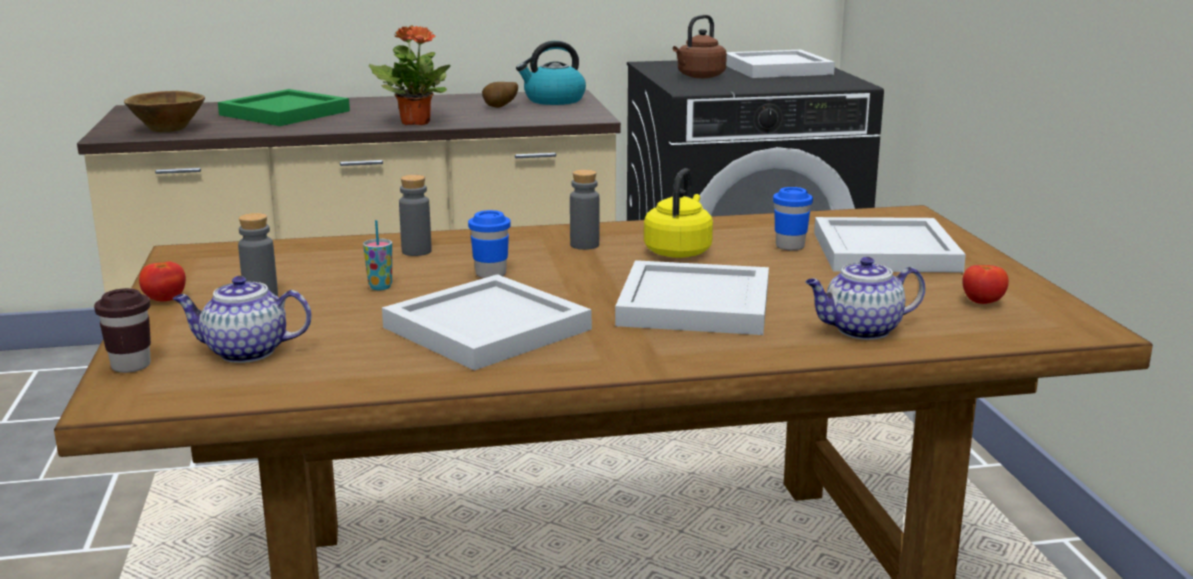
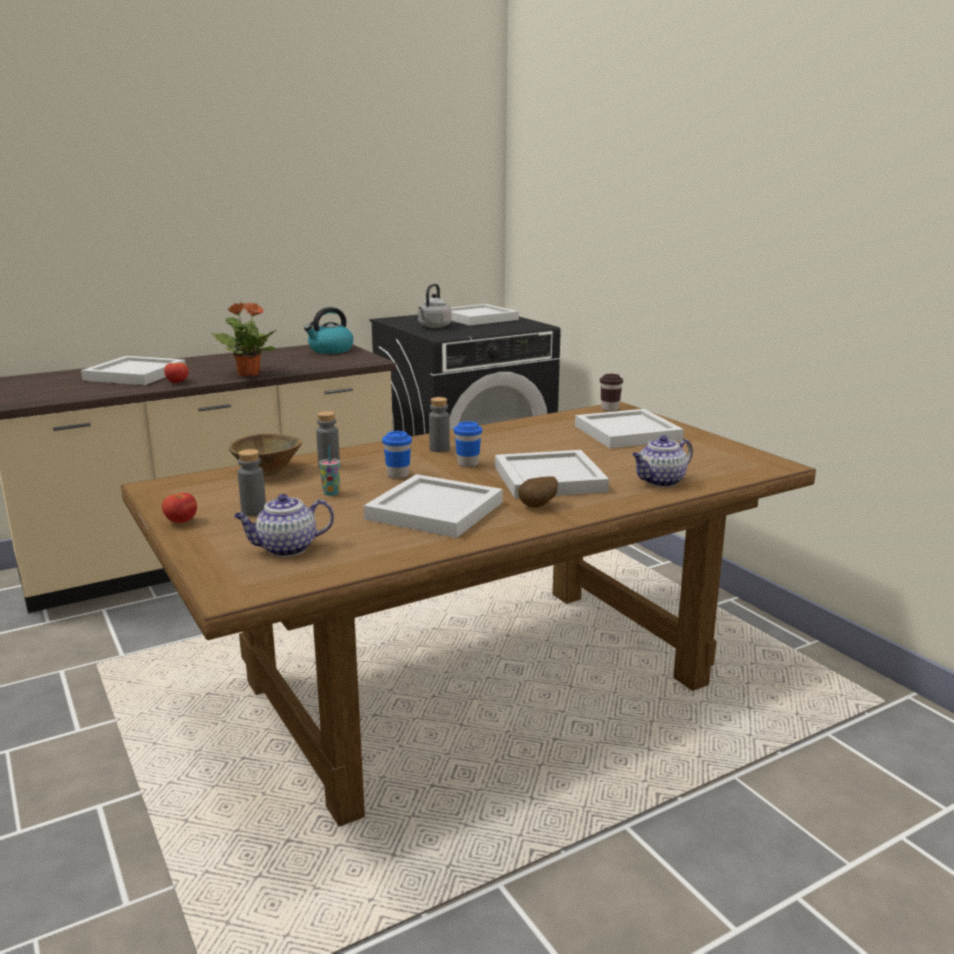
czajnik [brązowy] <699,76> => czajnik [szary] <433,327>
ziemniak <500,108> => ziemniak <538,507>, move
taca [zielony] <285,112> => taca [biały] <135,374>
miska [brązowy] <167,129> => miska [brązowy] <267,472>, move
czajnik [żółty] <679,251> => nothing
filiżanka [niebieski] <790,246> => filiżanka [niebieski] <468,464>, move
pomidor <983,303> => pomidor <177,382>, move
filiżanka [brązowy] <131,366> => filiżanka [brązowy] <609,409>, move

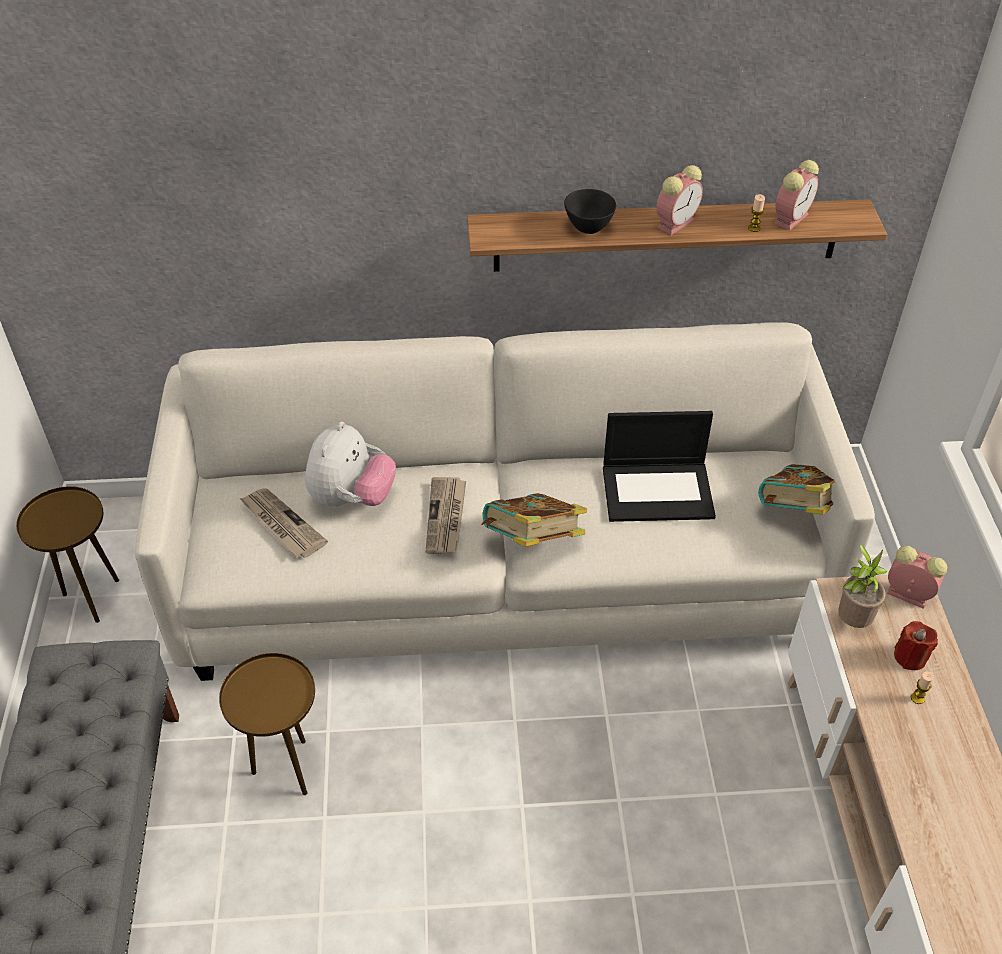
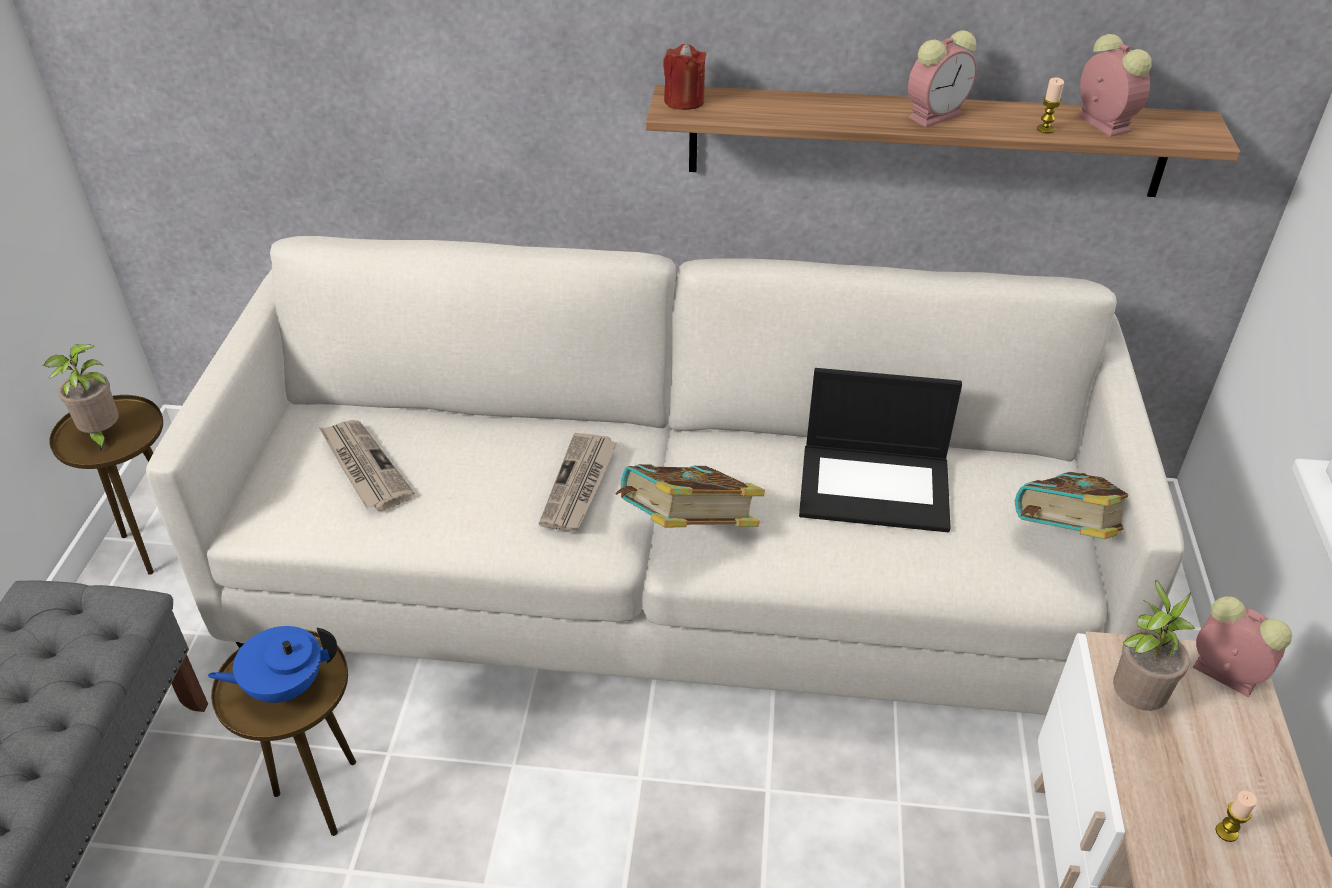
budzik <791,218> => budzik <1101,122>, 75 degrees counterclockwise
miska [czarny] <589,228> => nothing
pluszak <352,498> => nothing
świeca [czerwony] <910,657> => świeca [czerwony] <684,101>, move
nothing => roślina doniczkowa <102,435>
nothing => imbryk [niebieski] <284,686>

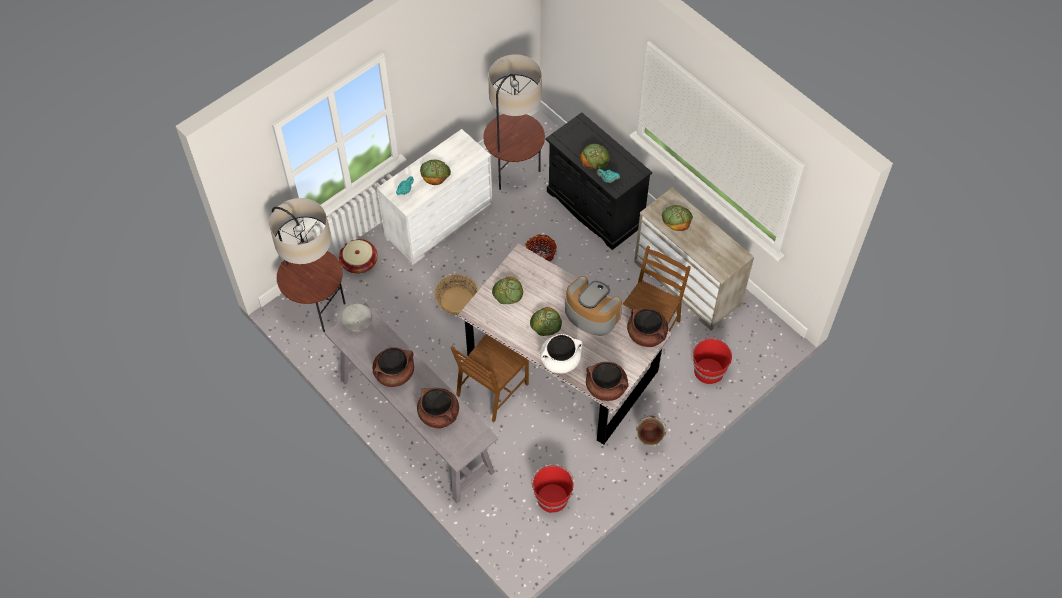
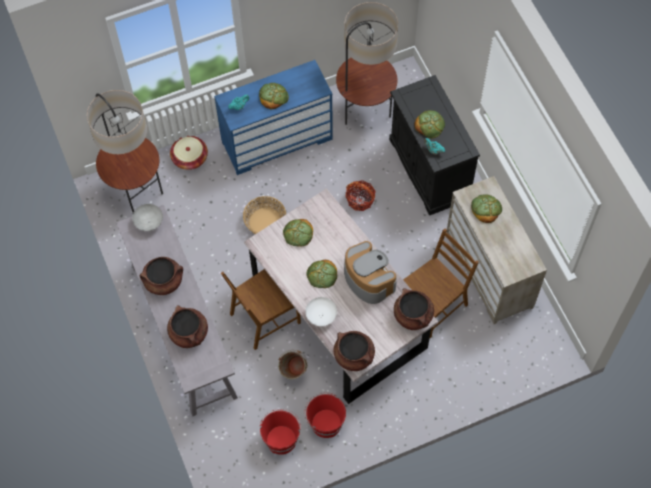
komoda [biały] <439,222> => komoda [niebieski] <277,140>
garnek [biały] <560,360> => miska [biały] <321,316>
wiadro [czerwony] <708,371> => wiadro [czerwony] <325,423>, move
wiadro [zielony] <648,441> => wiadro [zielony] <294,373>, move

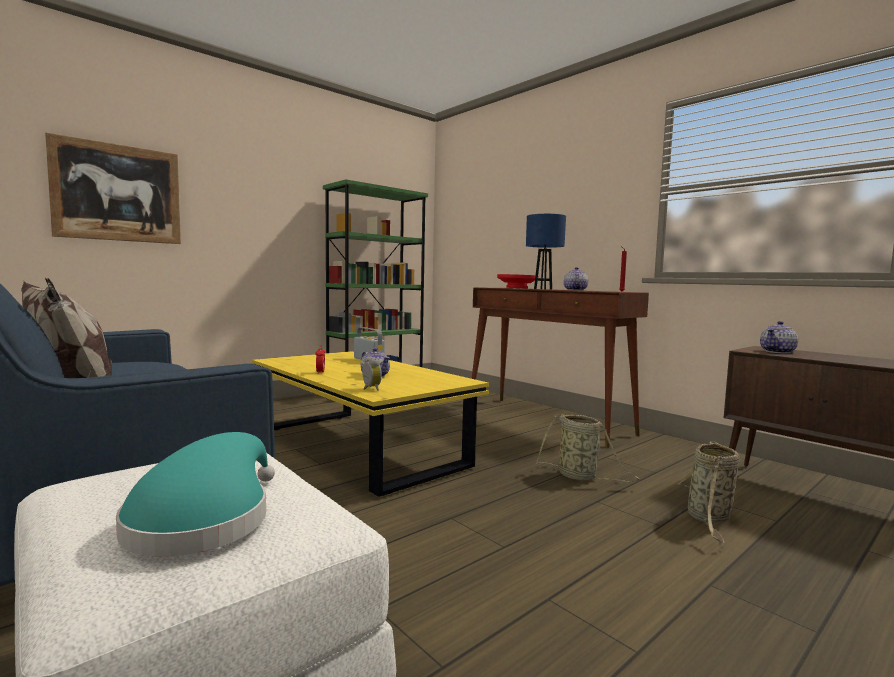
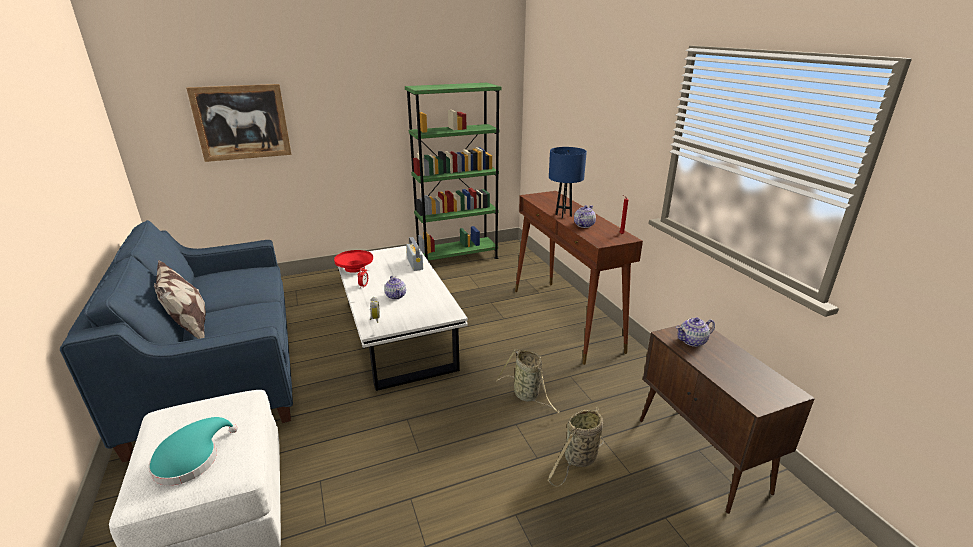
miska [czerwony] <517,288> => miska [czerwony] <355,268>, move
ława [żółty] <358,447> => ława [biały] <398,333>

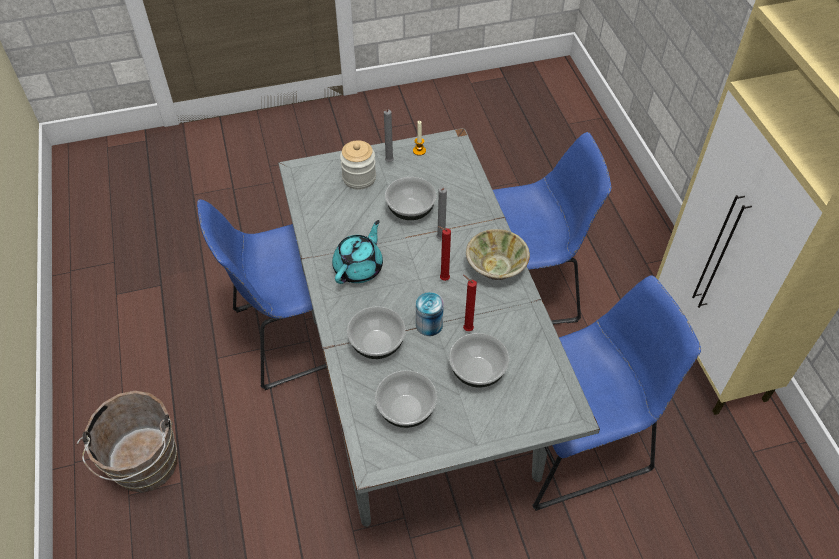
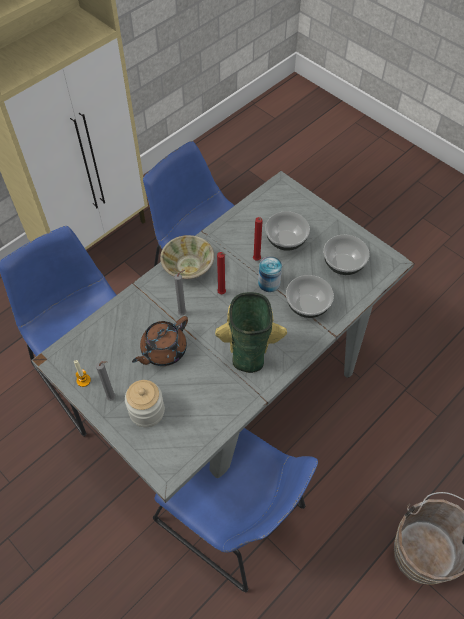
miska <410,209> => imbryk [brązowy] <163,350>
imbryk [turkusowy] <359,267> => wazon <248,354>

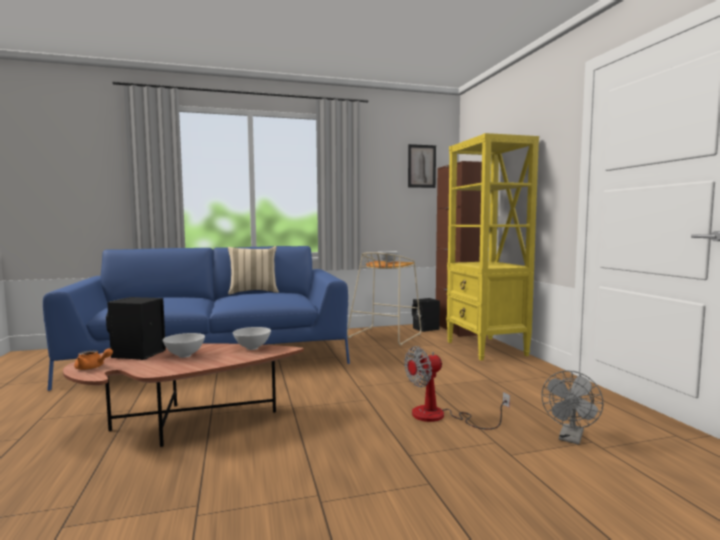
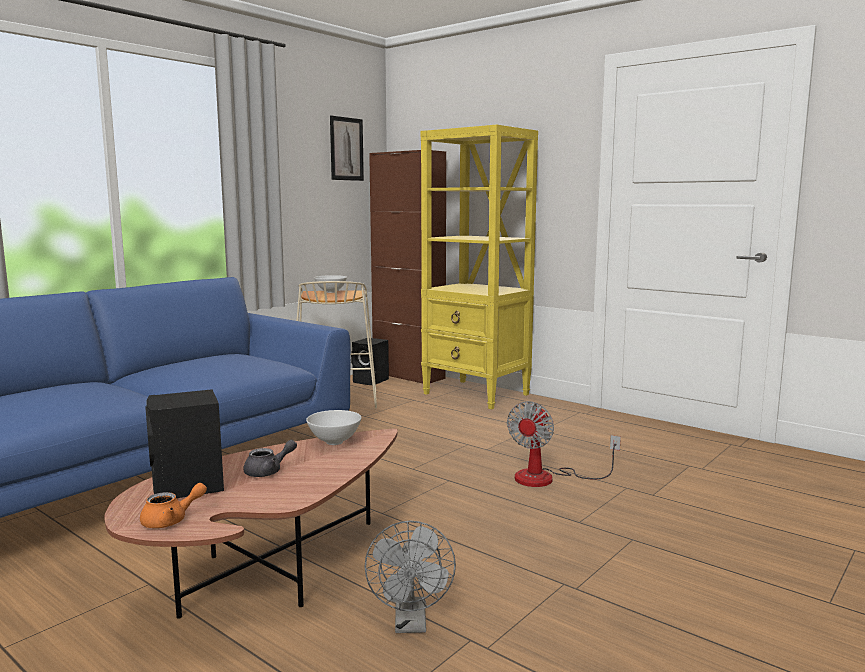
poduszka [beżowy] <253,292> => nothing
miska [biały] <185,355> => imbryk [szary] <268,471>
wentylator [szary] <571,438> => wentylator [szary] <411,624>, move

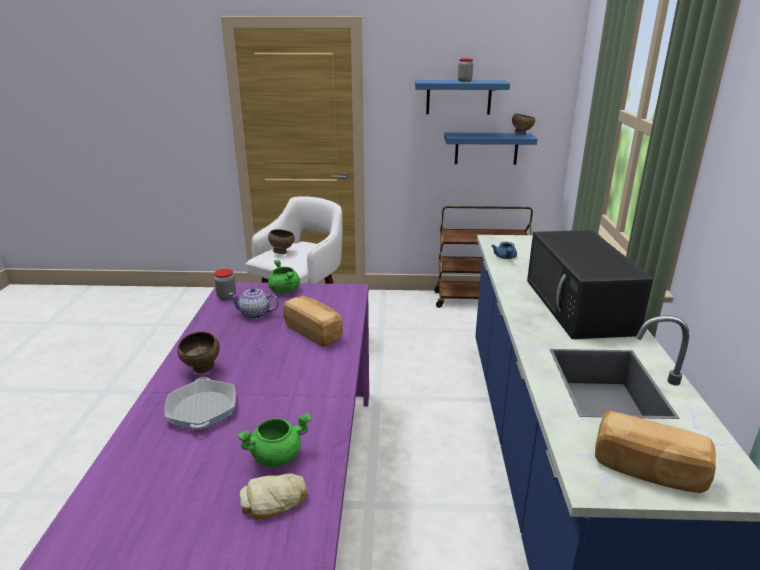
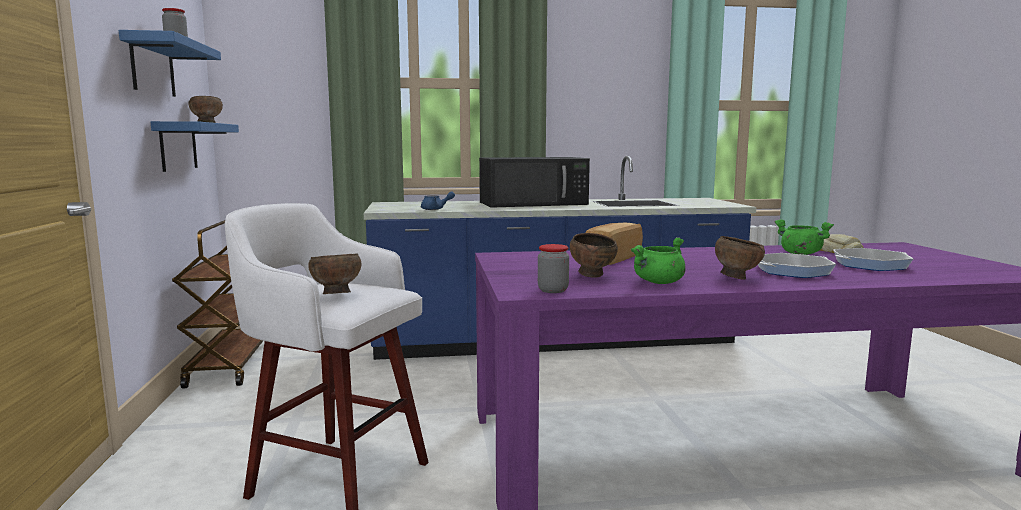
garnek [zielony] <284,290> => garnek [zielony] <658,282>, move
imbryk <255,314> => miska [brązowy] <593,276>
chleb <648,470> => nothing
nothing => patelnia <870,265>

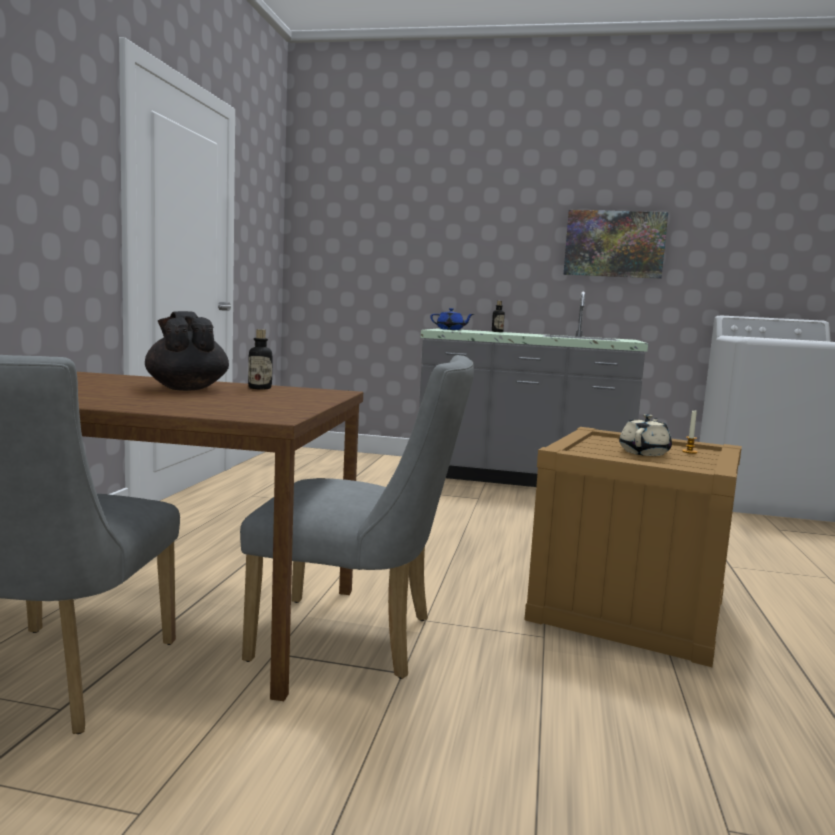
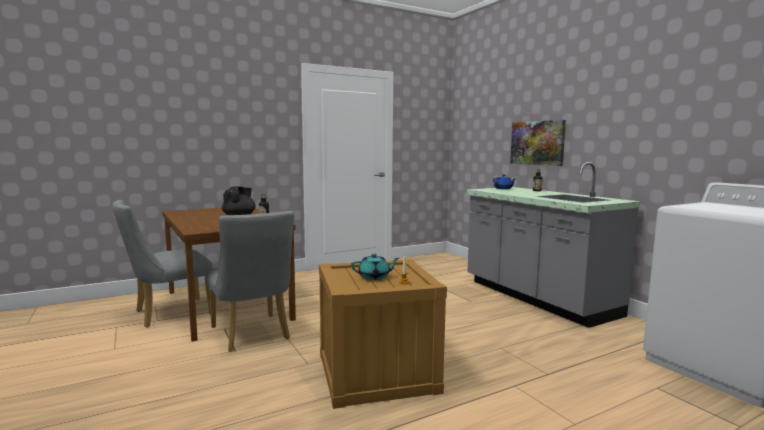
obraz <614,244> => obraz <537,143>, move
imbryk [beżowy] <644,453> => imbryk [turkusowy] <374,277>

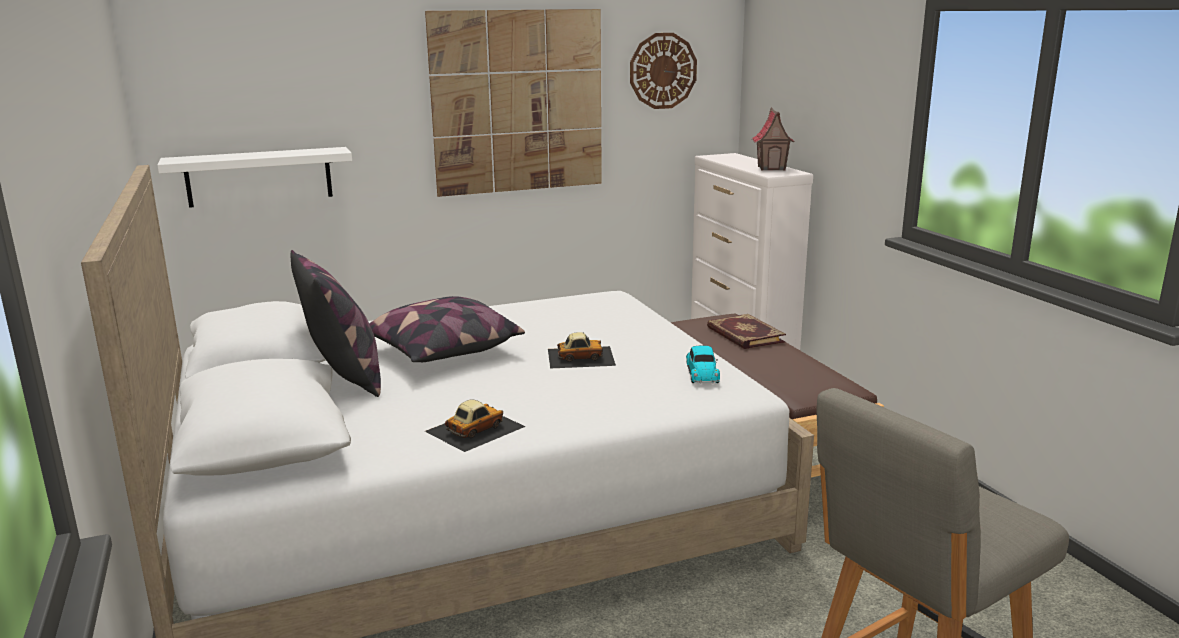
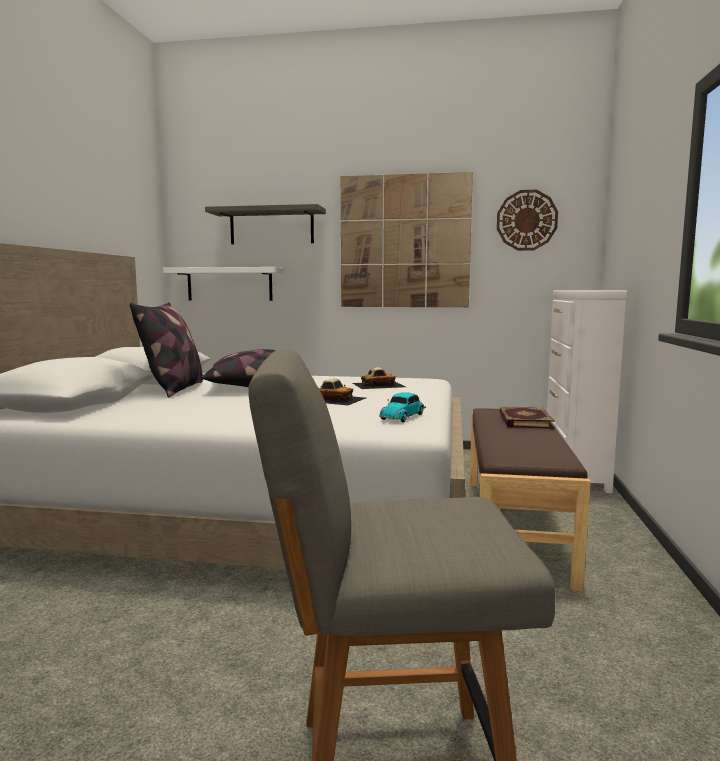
domek <772,168> => nothing
samochodzik <474,428> => samochodzik <378,385>, move
nothing => półka <271,227>

